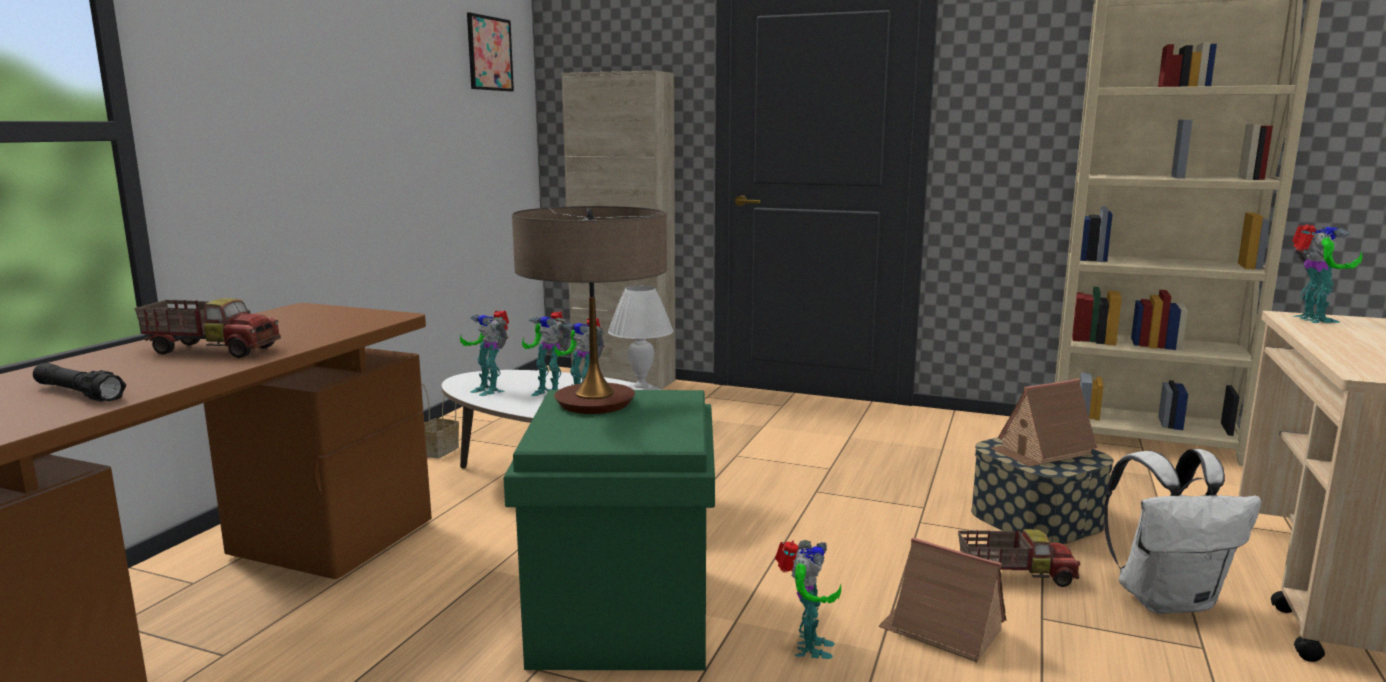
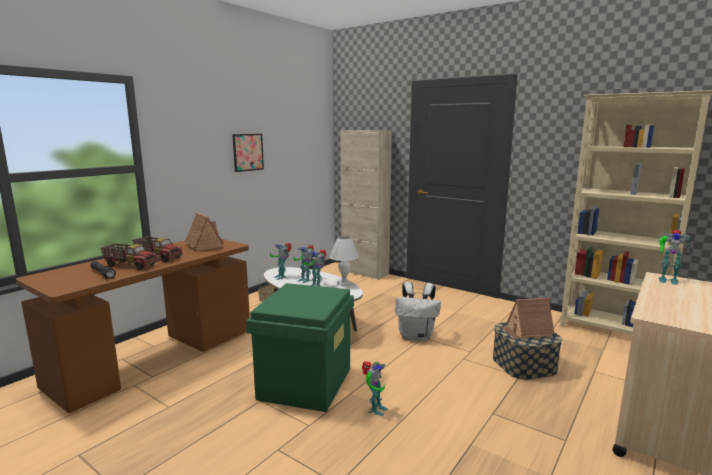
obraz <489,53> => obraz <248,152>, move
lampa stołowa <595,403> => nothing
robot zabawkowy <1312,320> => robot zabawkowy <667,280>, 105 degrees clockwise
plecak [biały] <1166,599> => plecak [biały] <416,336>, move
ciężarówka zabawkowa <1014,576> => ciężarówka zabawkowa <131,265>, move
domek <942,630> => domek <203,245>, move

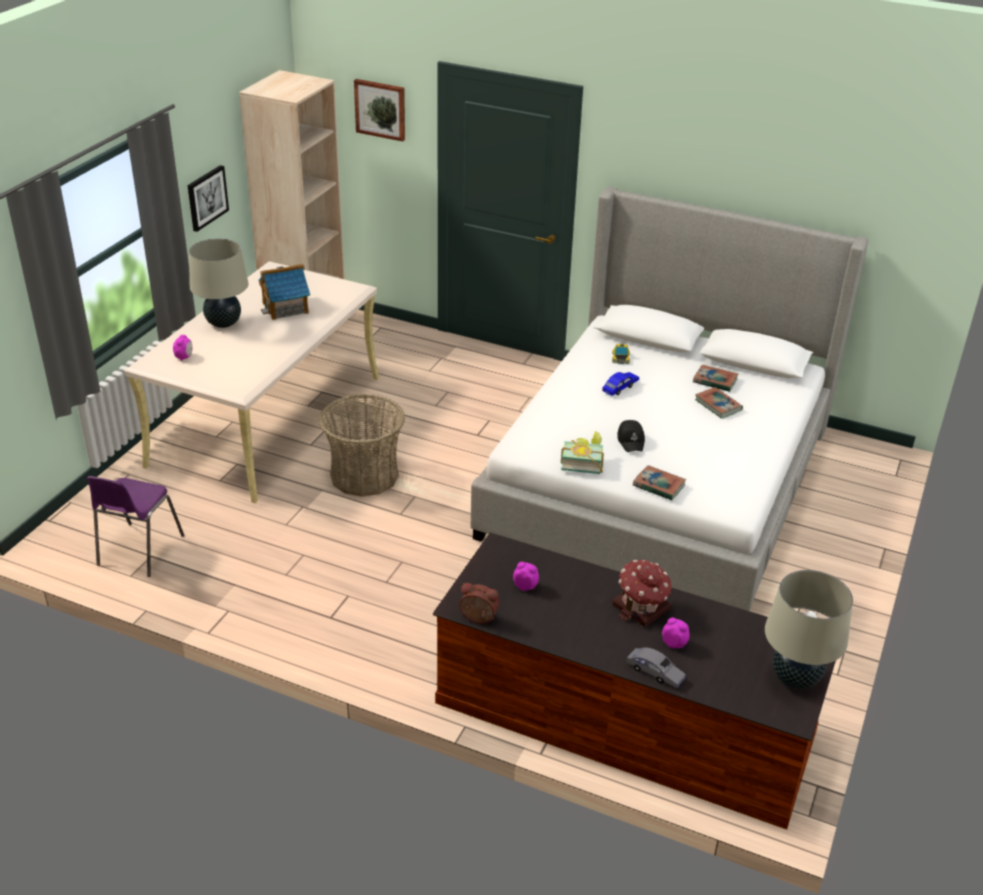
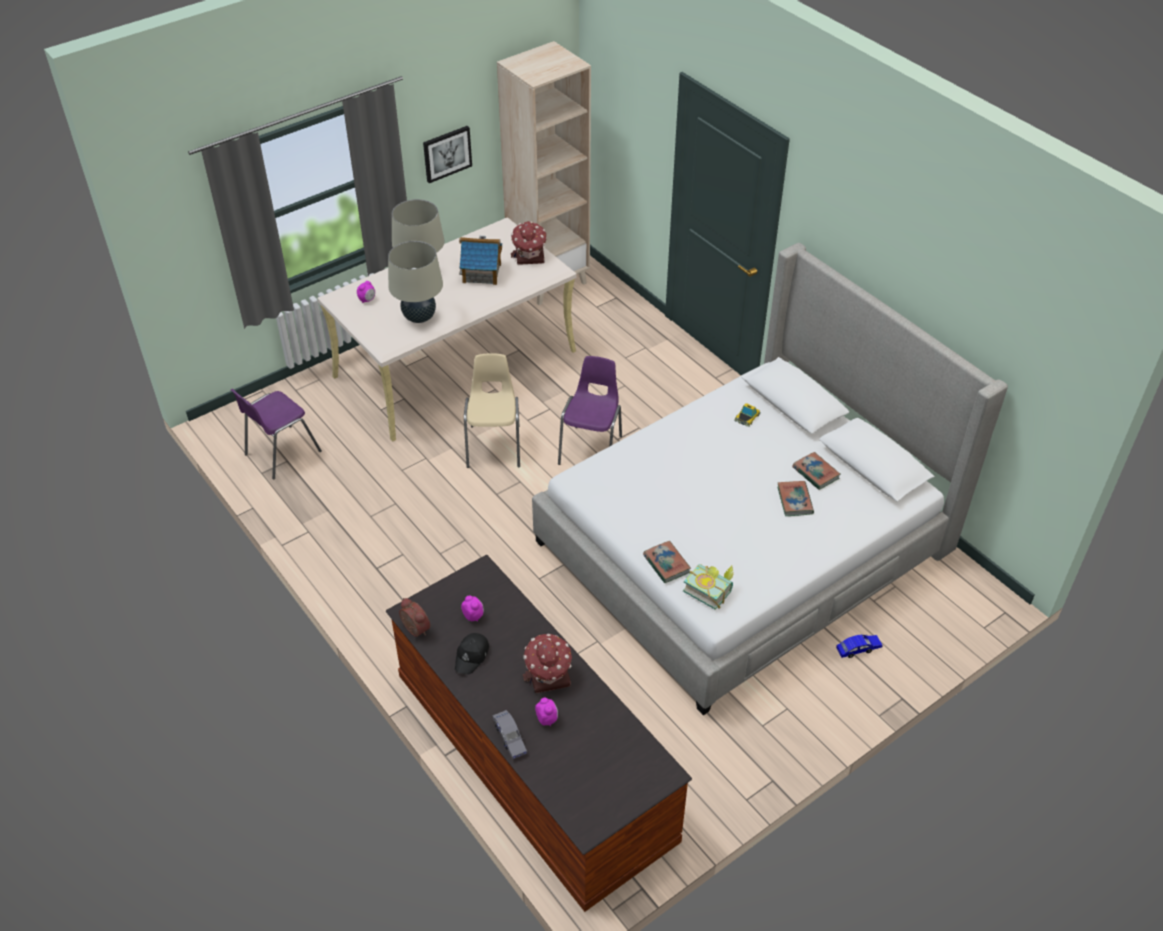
obraz <380,109> => nothing
samochodzik [niebieski] <620,387> => samochodzik [niebieski] <858,649>, move
koszyk <364,475> => krzesło [beżowy] <494,446>
czapka z daszkiem [czarny] <631,440> => czapka z daszkiem [czarny] <472,656>, move
książka <582,462> => książka <710,589>, move
lampa stołowa [beżowy] <795,678> => lampa stołowa [beżowy] <419,317>, move
nothing => domek <529,256>
nothing => krzesło [fioletowy] <592,449>

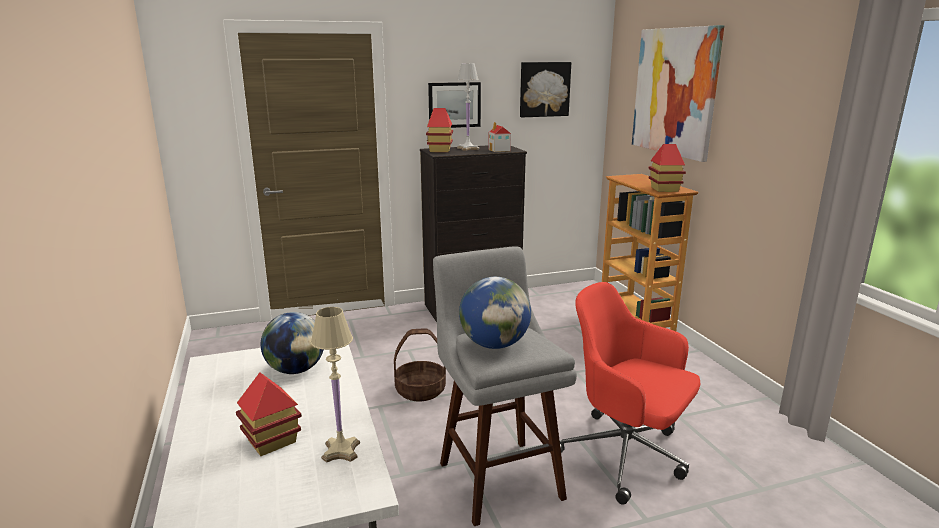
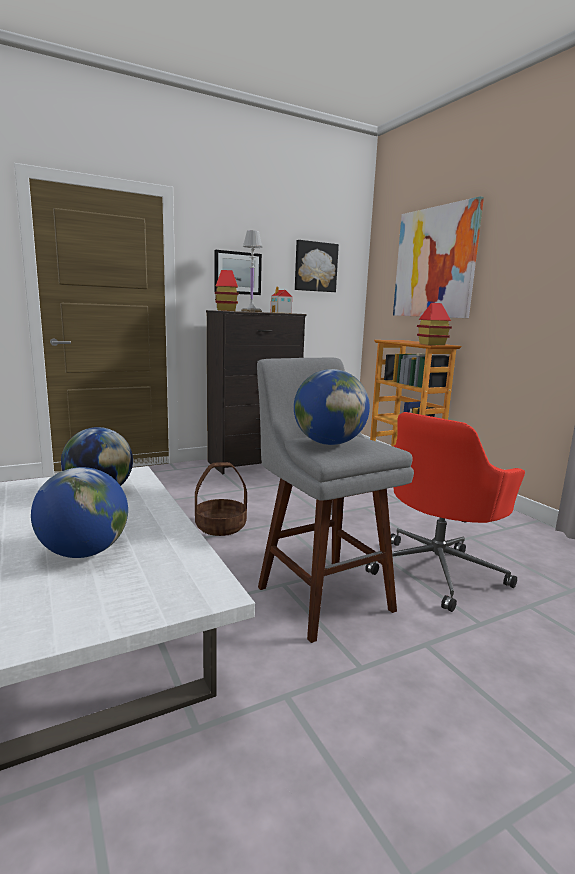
krzesło biurowe [czerwony] <626,455> => krzesło biurowe [czerwony] <437,570>, 75 degrees counterclockwise
lampa stołowa [beżowy] <340,451> => nothing
domek <271,441> => globus <84,552>

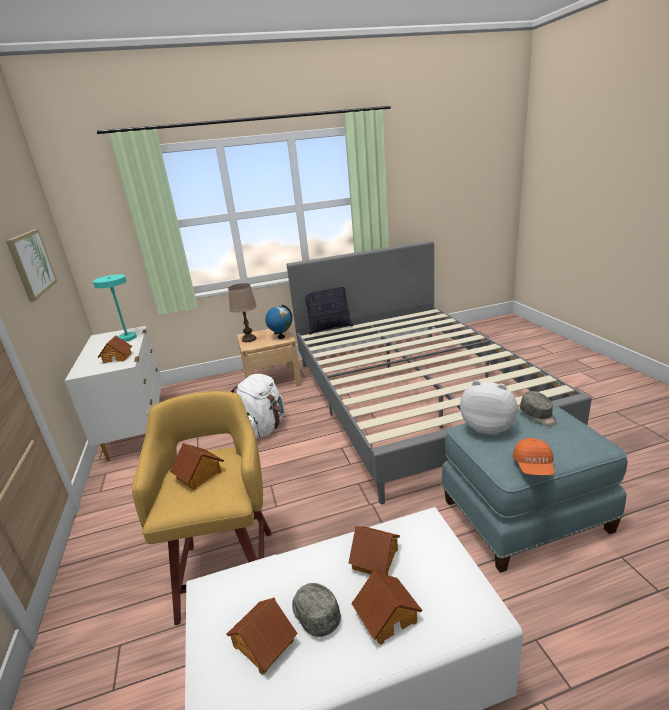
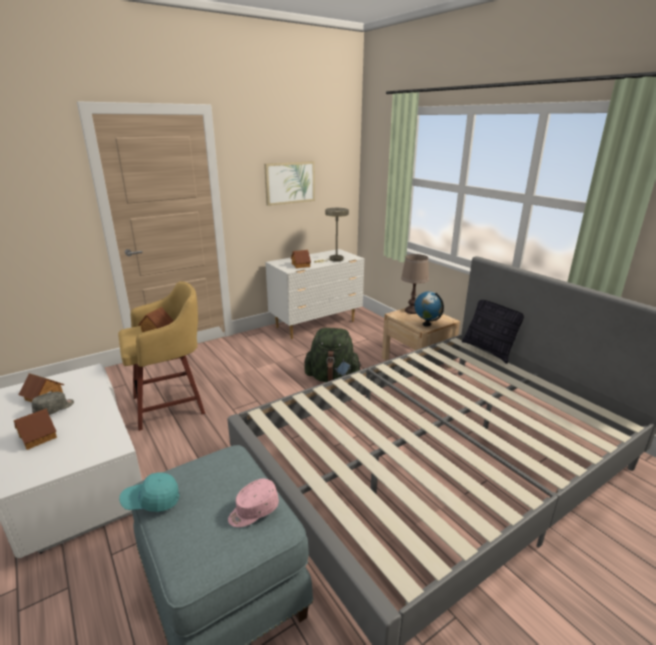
lampa stołowa [turkusowy] <127,339> => lampa stołowa [beżowy] <334,259>
plecak [biały] <263,429> => plecak [zielony] <332,378>
pluszak <488,428> => nothing
czapka z daszkiem [szary] <538,415> => czapka z daszkiem [różowy] <253,511>
czapka z daszkiem [pomarańczowy] <533,466> => czapka z daszkiem [turkusowy] <151,501>
domek <376,559> => nothing

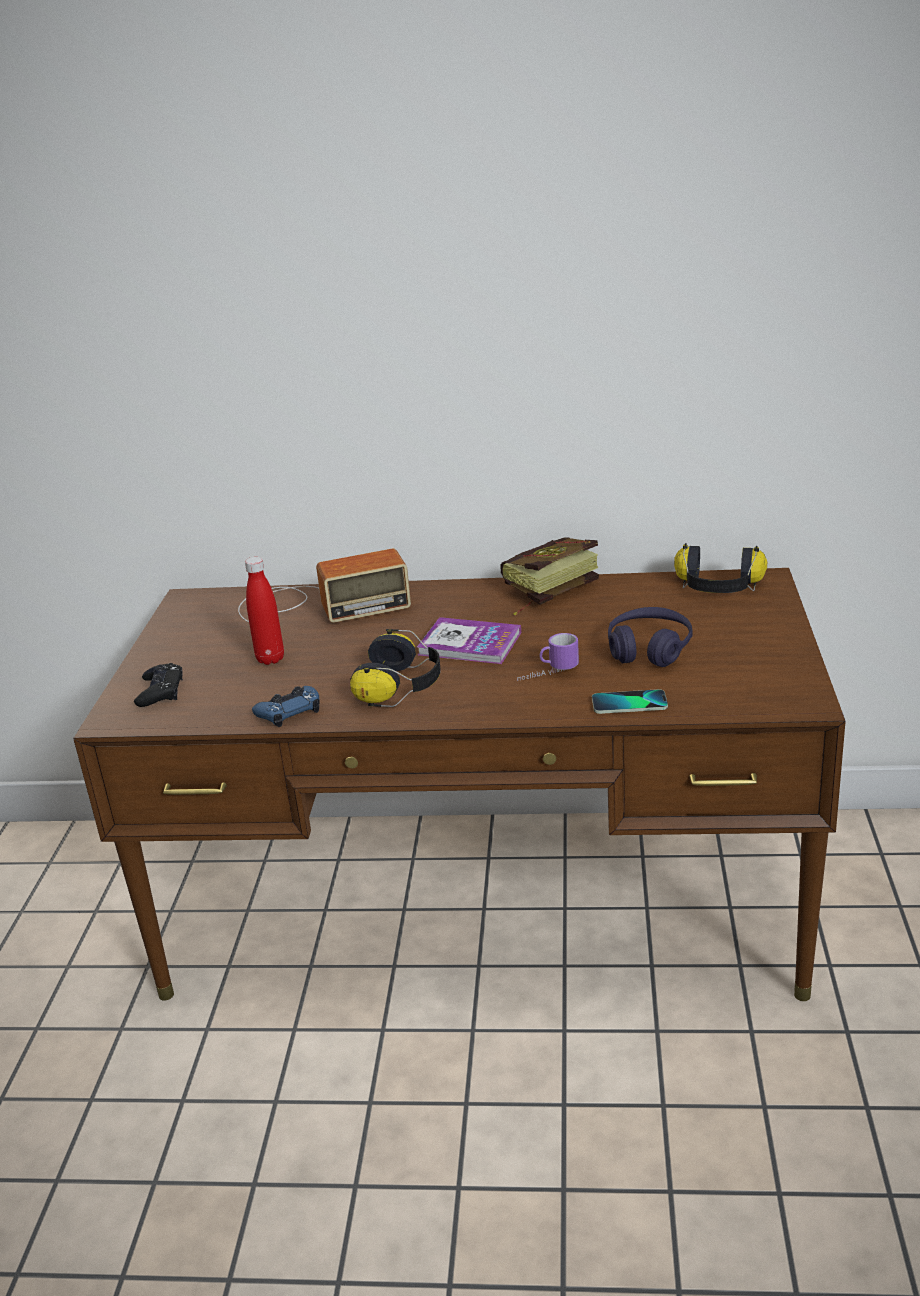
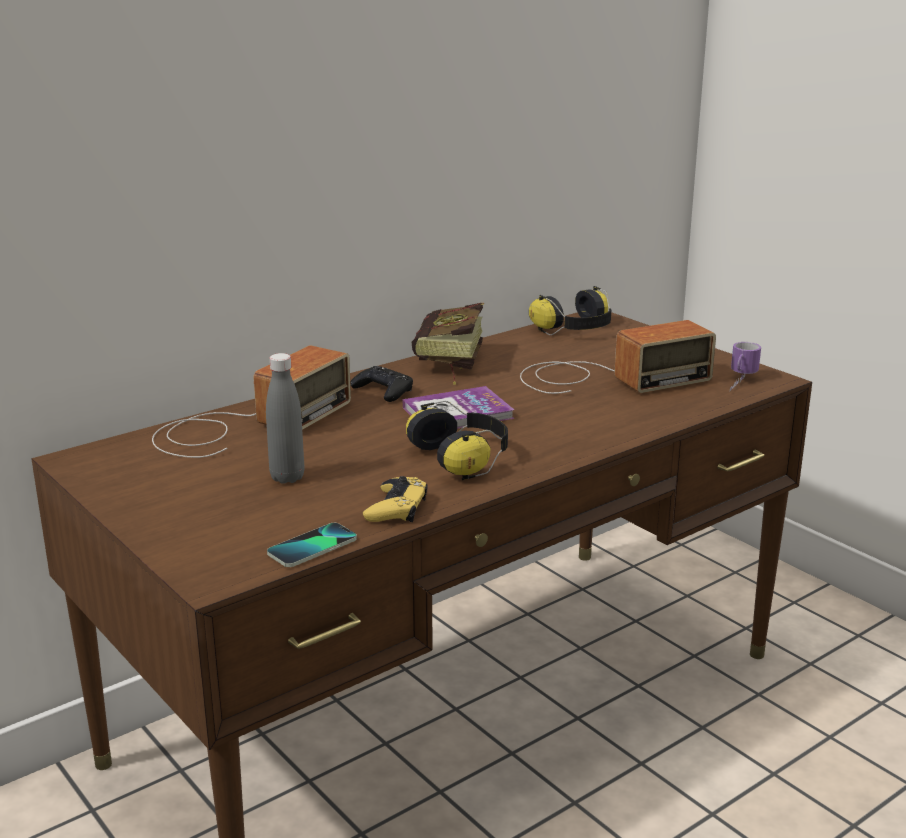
butelka [czerwony] <270,659> => butelka [szary] <287,477>
słuchawki [fioletowy] <649,649> => radio <606,378>
kubek <547,675> => kubek <738,382>, move
pad do gier [czarny] <160,691> => pad do gier [czarny] <383,390>, move
pad do gier [niebieski] <289,711> => pad do gier [żółty] <396,508>
telefon <629,703> => telefon <312,547>, move

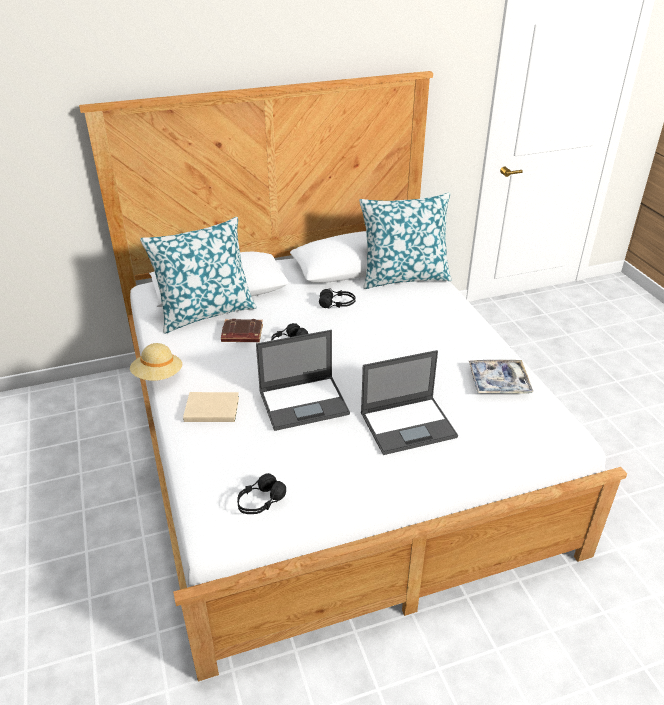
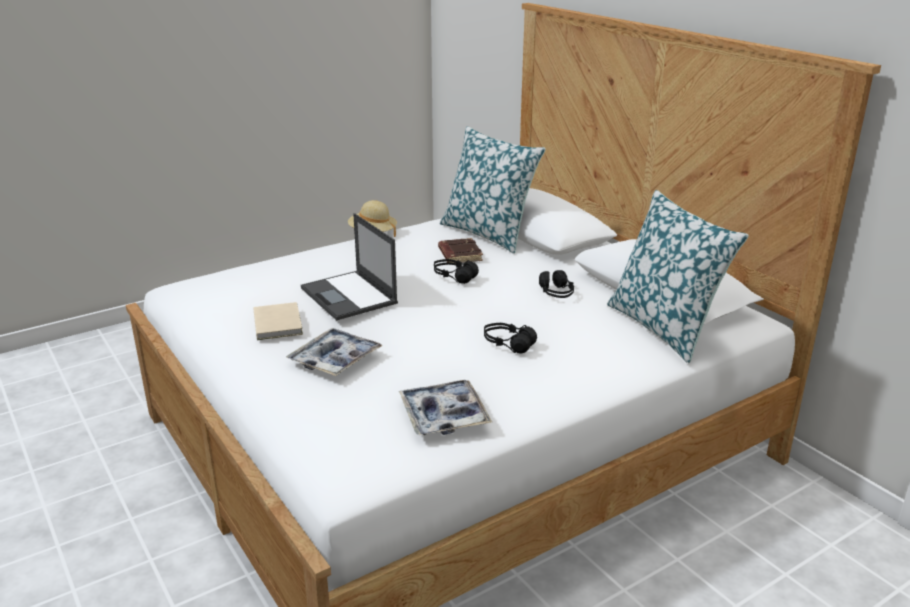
laptop <409,424> => taca <335,359>
książka [beżowy] <210,408> => książka [beżowy] <278,323>, move
słuchawki [czarny] <260,502> => słuchawki [czarny] <508,344>, move

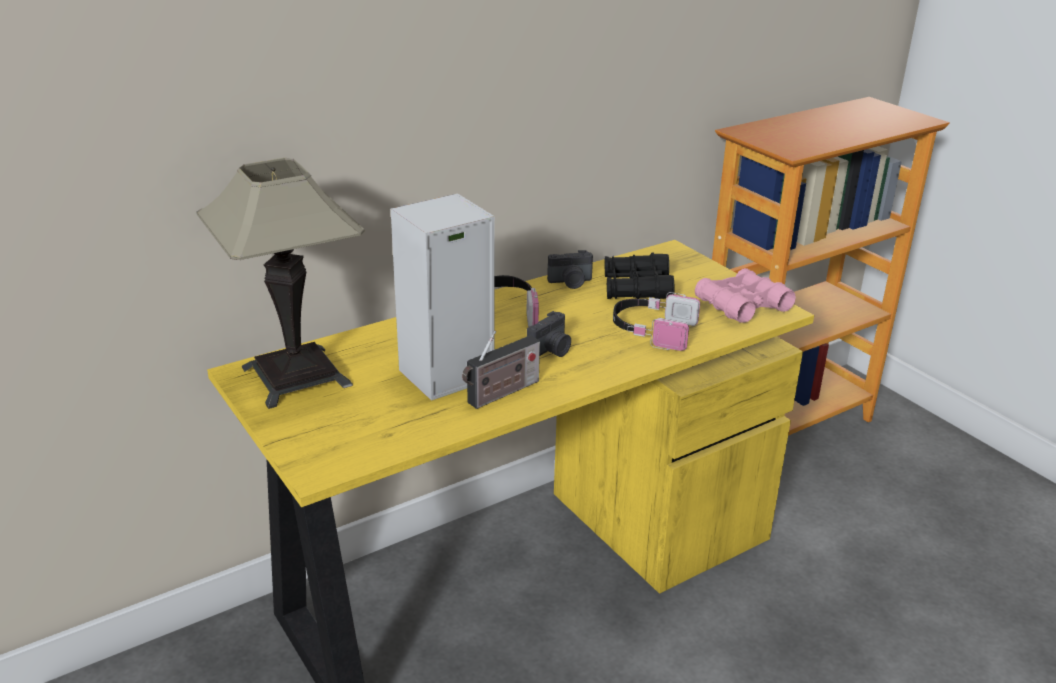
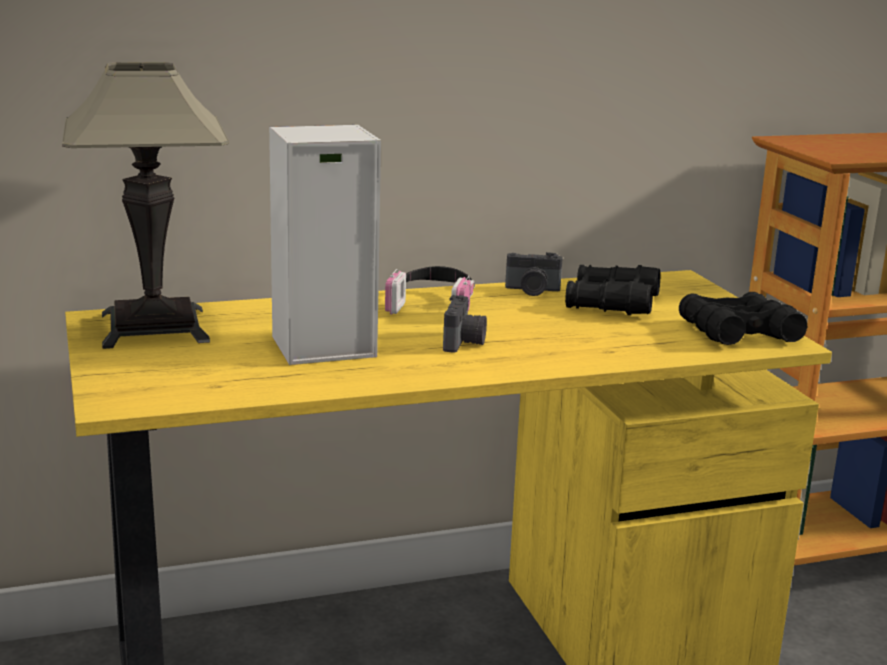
lornetka [różowy] <742,305> => lornetka [czarny] <738,332>
słuchawki <652,331> => nothing
aparat fotograficzny <551,351> => aparat fotograficzny <464,342>, 45 degrees counterclockwise
radio <501,394> => nothing

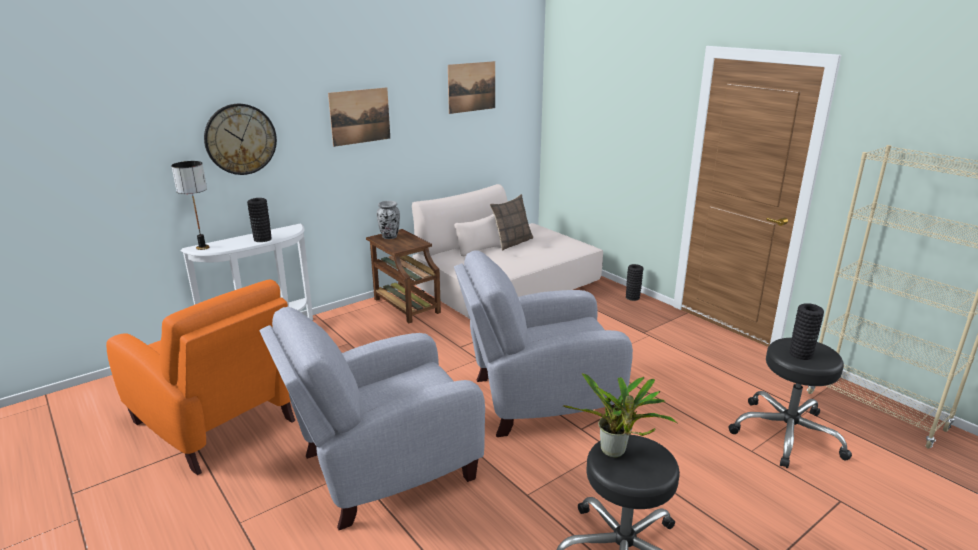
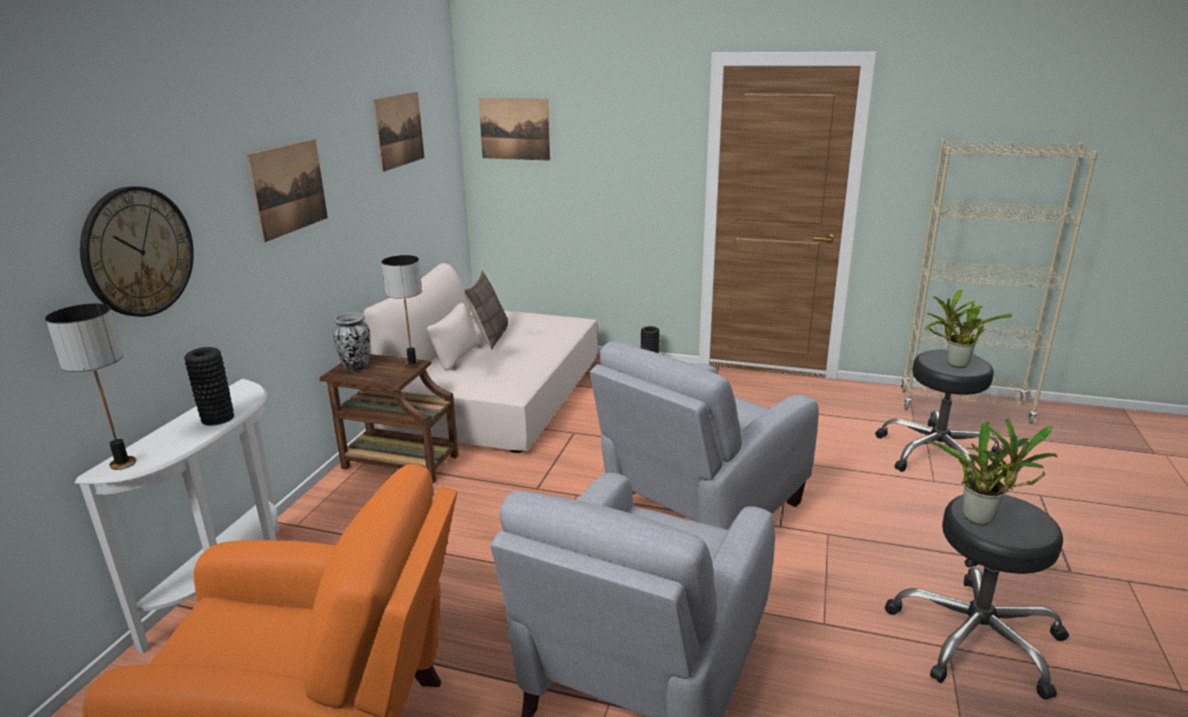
wazon [czarny] <801,354> => roślina doniczkowa <954,364>
nothing => obraz <514,129>
nothing => lampa stołowa <412,364>

